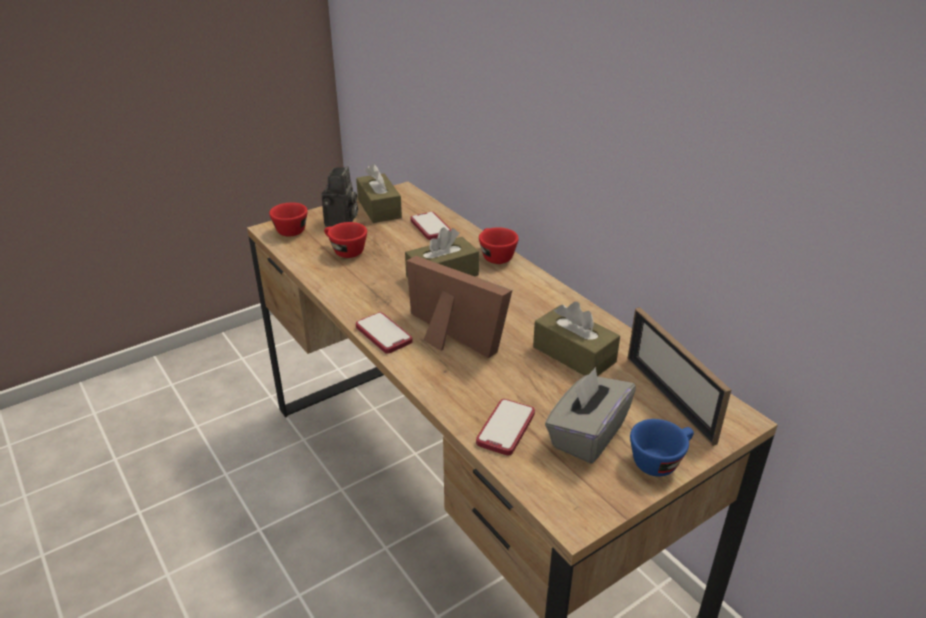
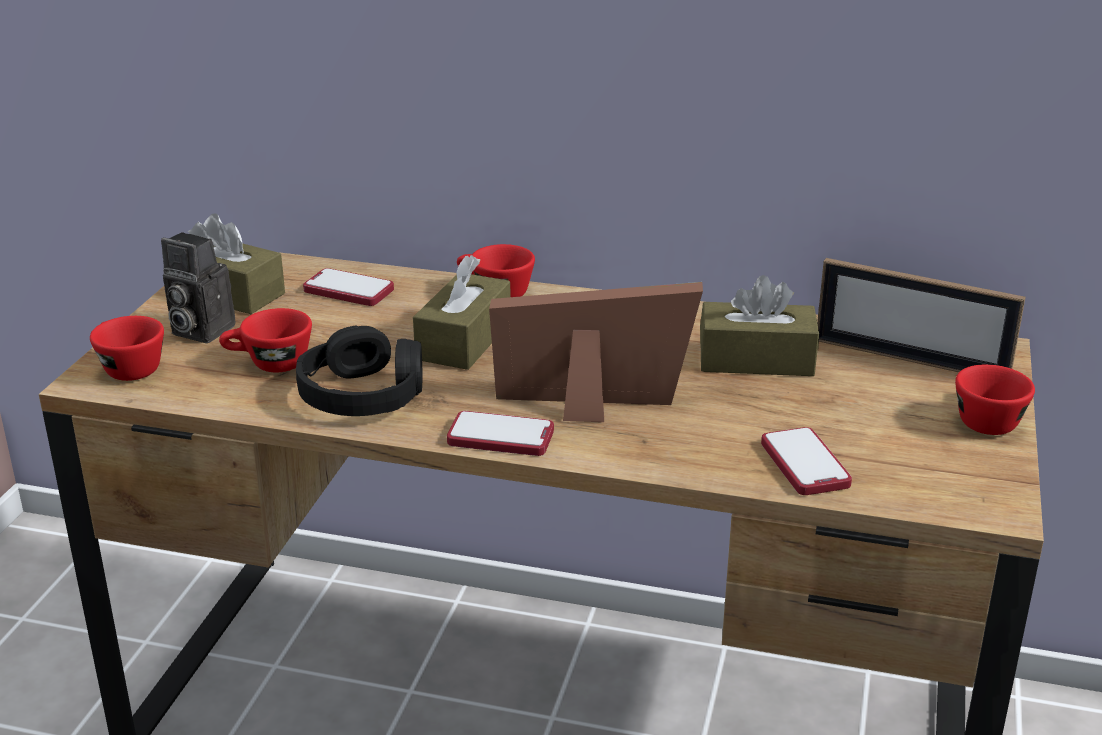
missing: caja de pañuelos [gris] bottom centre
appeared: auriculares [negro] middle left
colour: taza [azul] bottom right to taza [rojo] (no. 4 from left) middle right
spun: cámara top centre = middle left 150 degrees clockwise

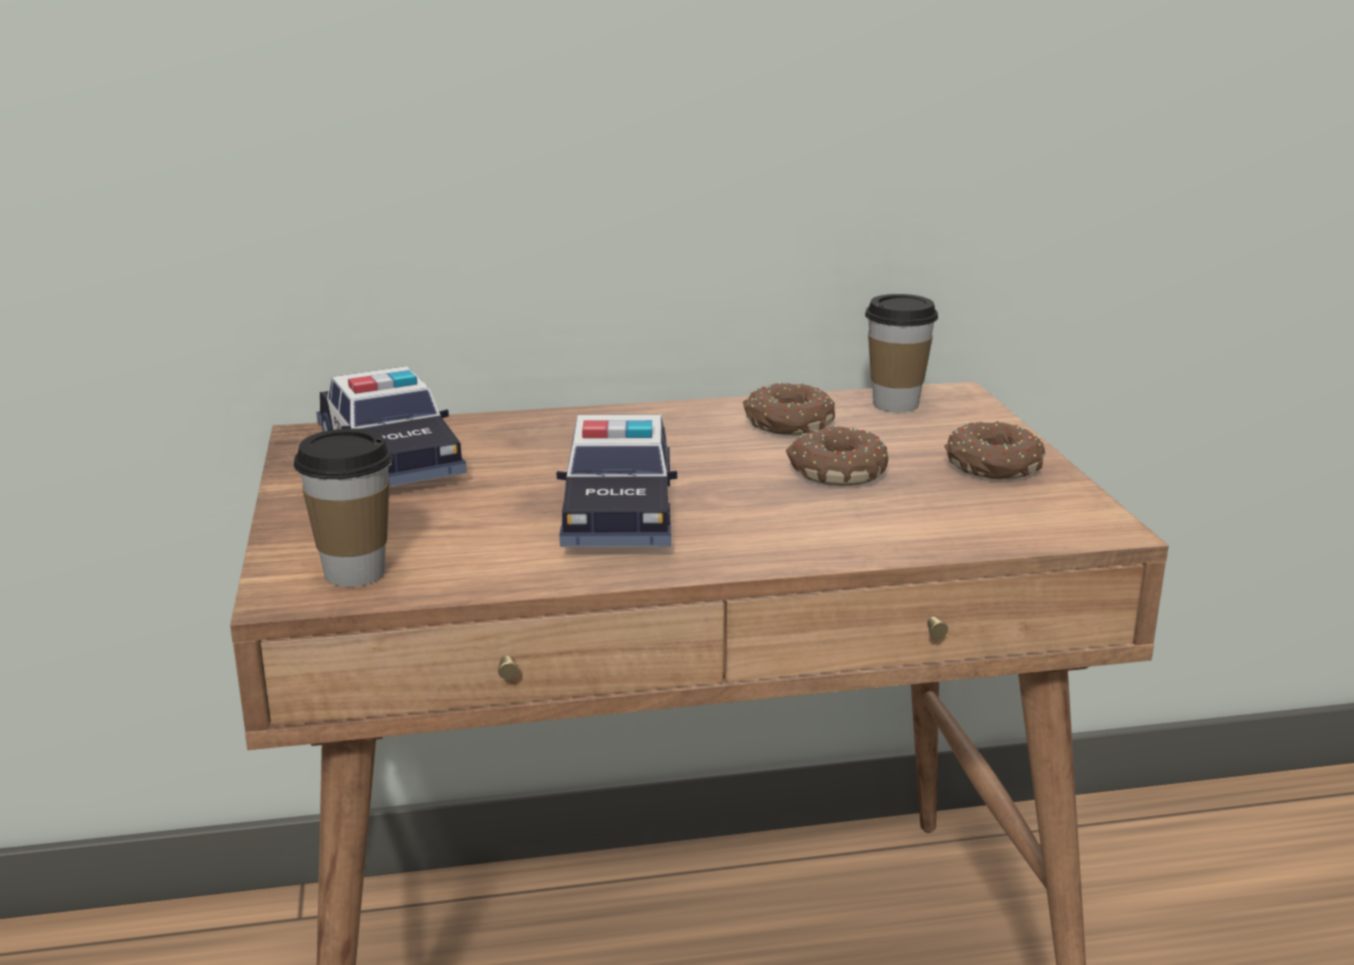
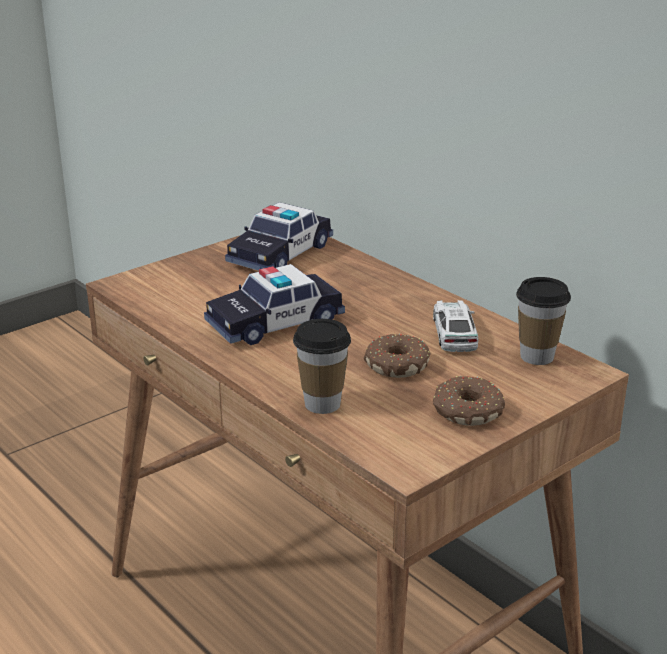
relocated: taza (no. 1 from left) middle left to centre
exchanged: rosquilla (no. 1 from left) centre to coche de juguete (no. 3 from left) middle right

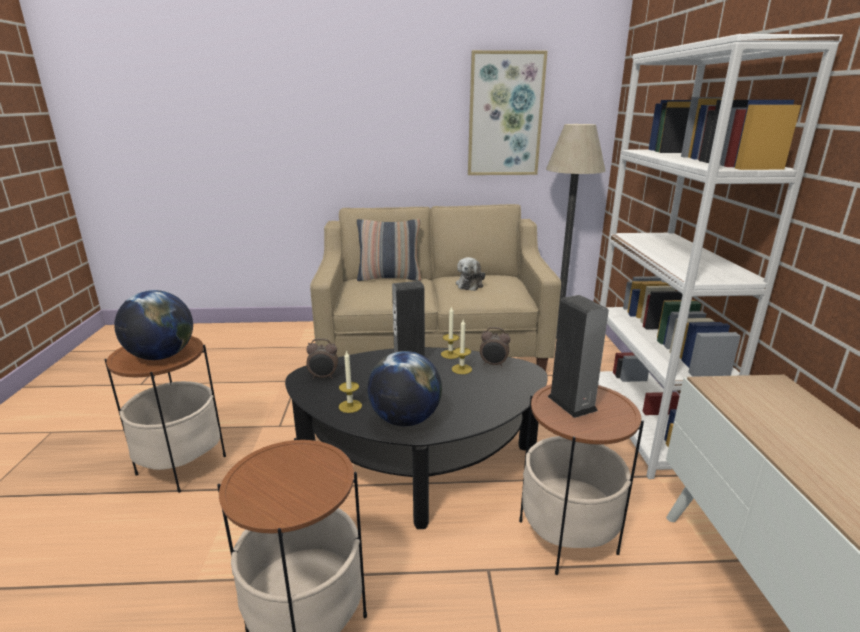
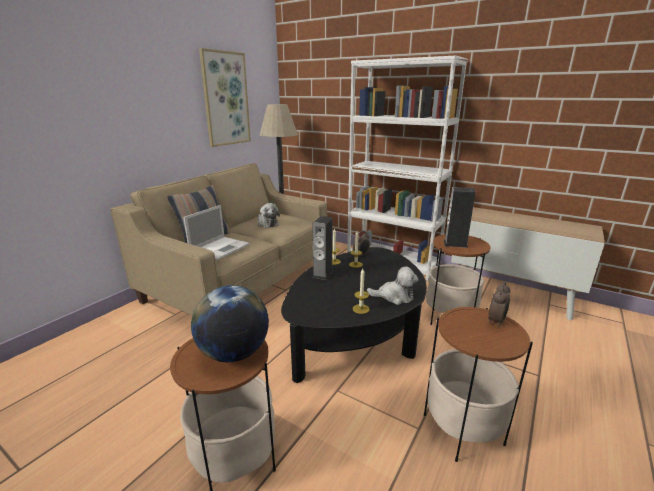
appeared: portátil middle left
relocated: despertador (no. 1 from left in the first image) centre to despertador (no. 2 from left) middle right
exchanged: globo terráqueo (no. 2 from left) centre to peluche (no. 2 from left) centre

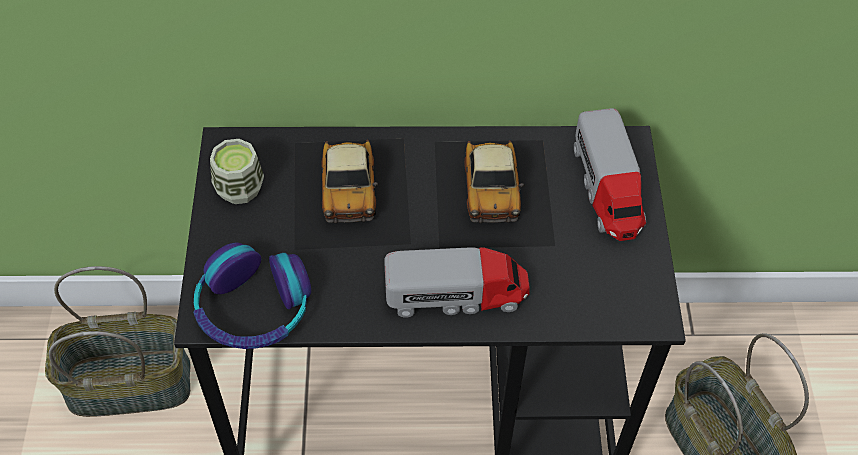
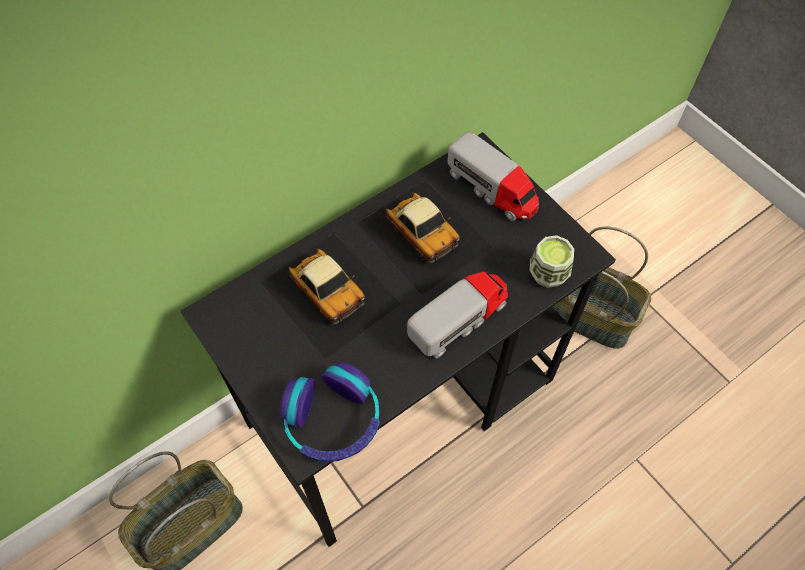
relocated: taza middle left to middle right

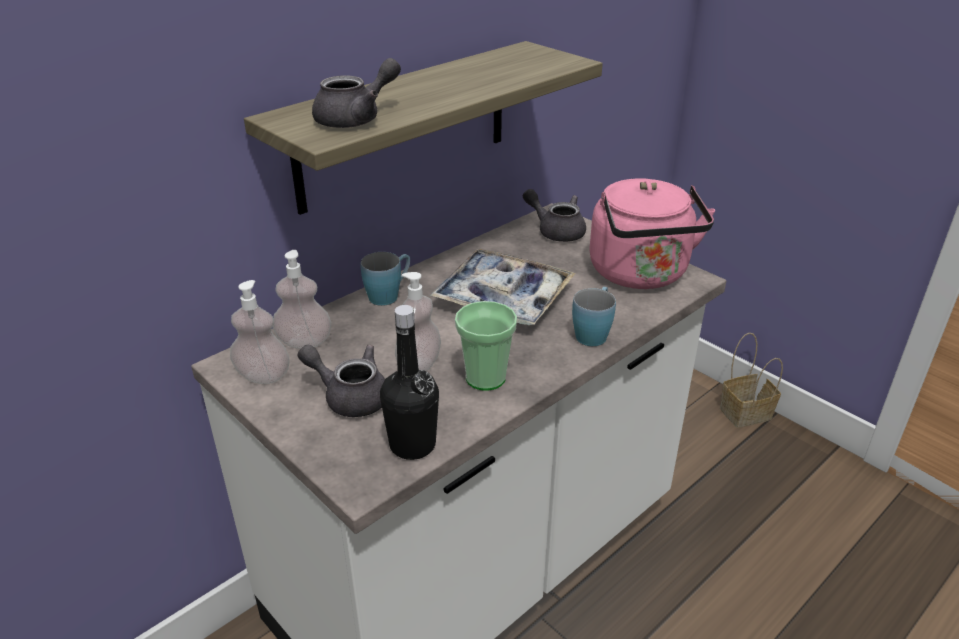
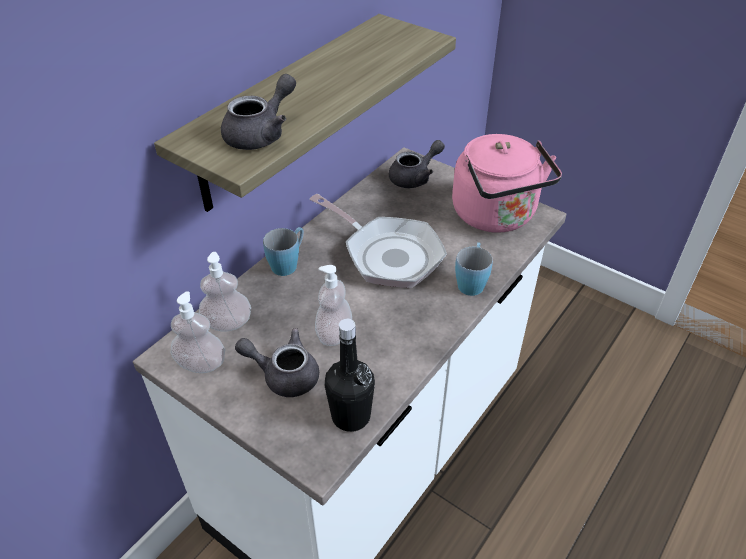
missing: taza centre; cesta middle right
exchanged: bandeja centre to sartén centre
spun: tetera [gris] (no. 3 from left) centre = top centre 120 degrees clockwise

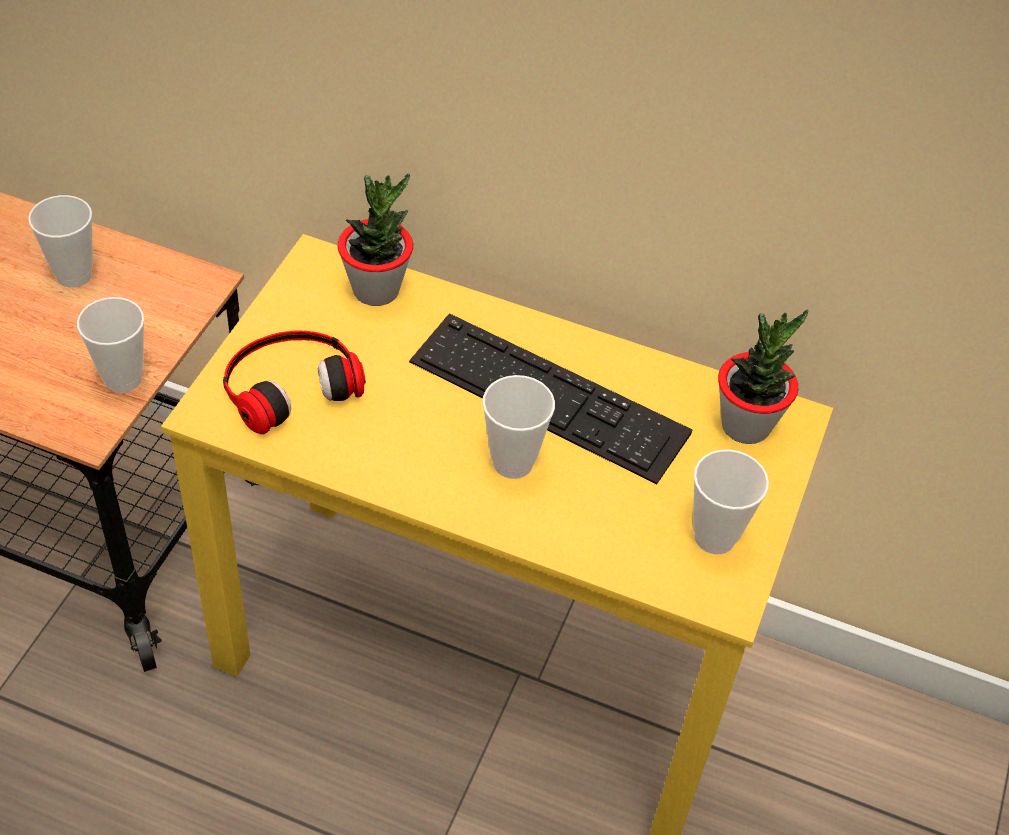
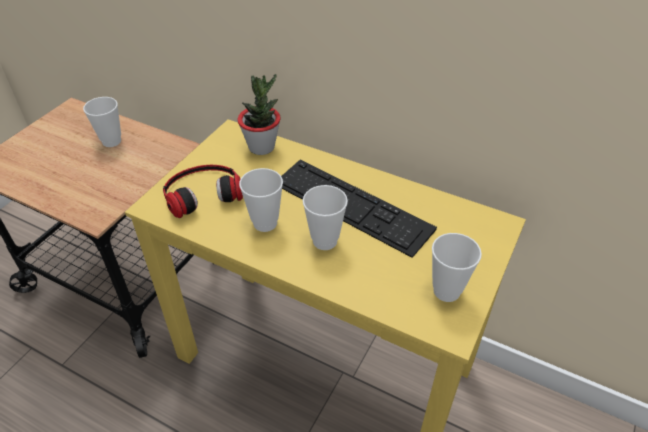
missing: planta en maceta (no. 2 from left) middle right
relocated: taza (no. 2 from left) middle left to centre

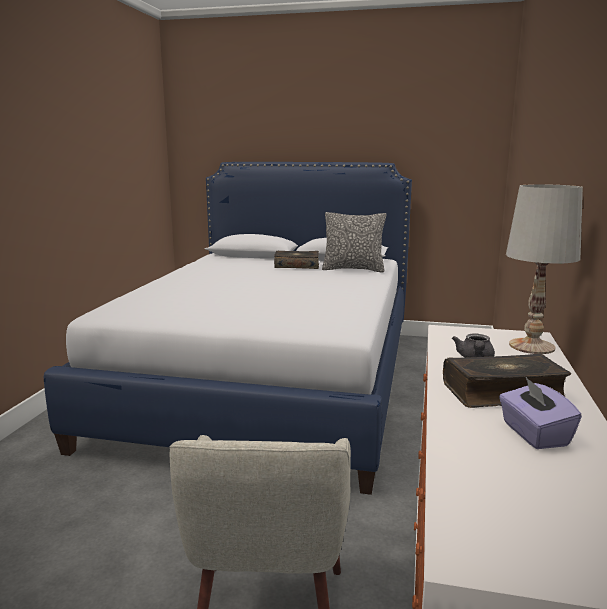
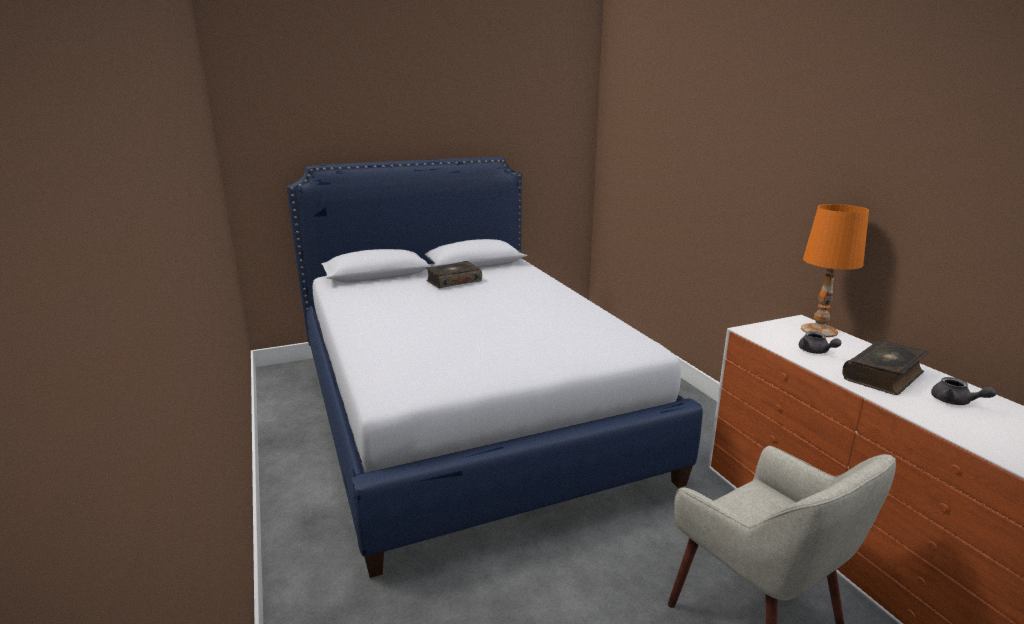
missing: cojín centre
exchanged: caja de pañuelos [morado] bottom right to tetera [gris] (no. 2 from left) middle right
colour: lámpara de mesa [blanco] middle right to lámpara de mesa [naranja] middle right

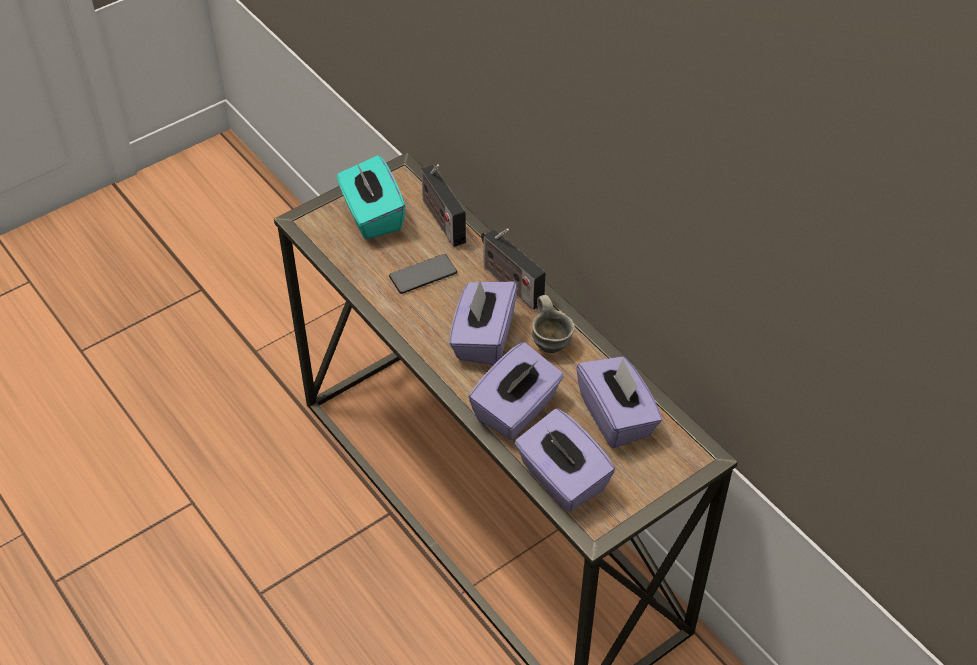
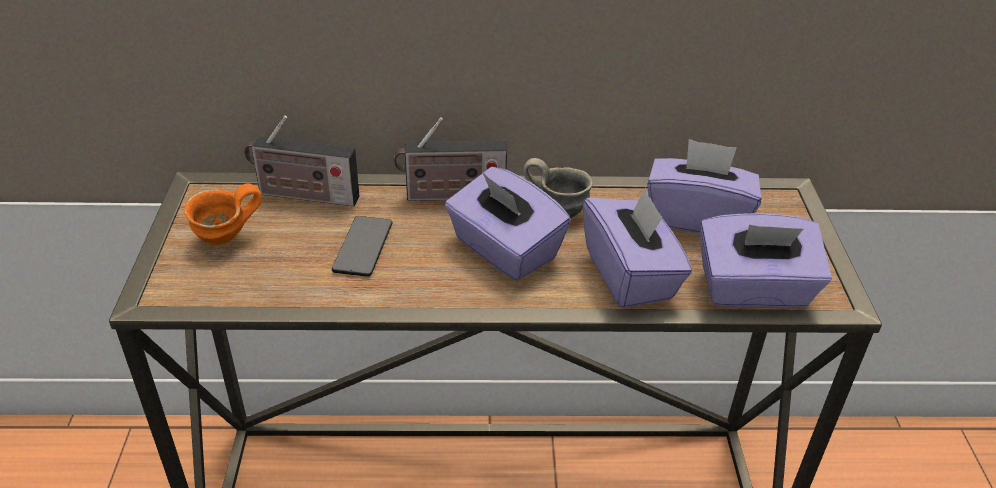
exchanged: caja de pañuelos [turquesa] top centre to taza grande [naranja] middle left

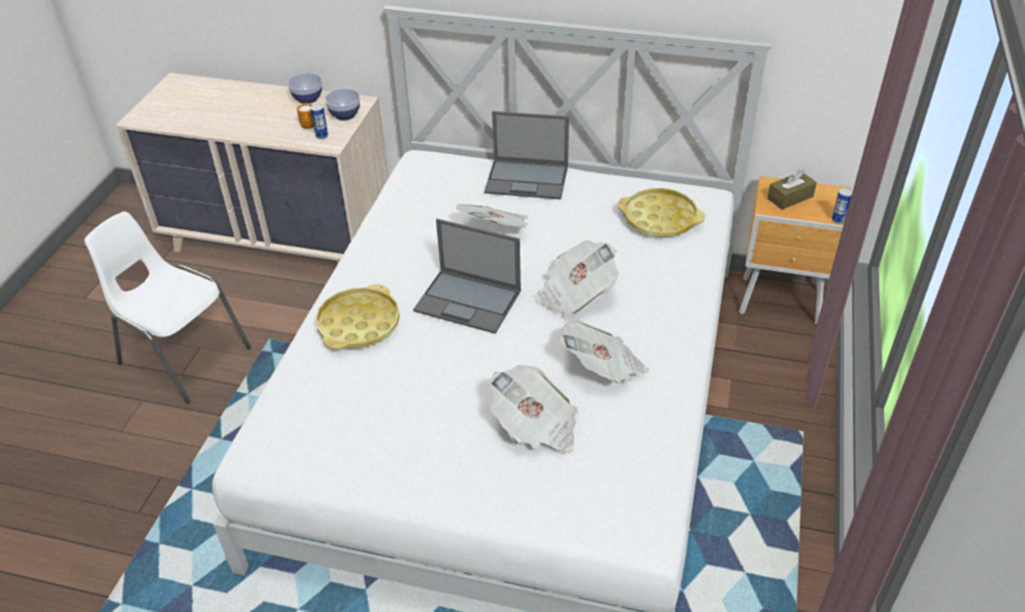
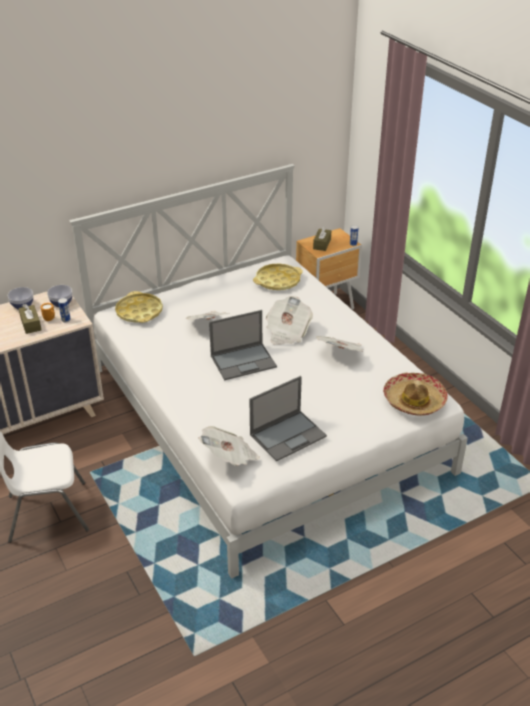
appeared: caja de pañuelos [marrón] (no. 1 from left) middle left; sombrero middle right
relocated: bandeja [amarillo] (no. 1 from left) centre to middle left; periódico (no. 2 from left) bottom centre to centre; portátil (no. 2 from left) top centre to centre

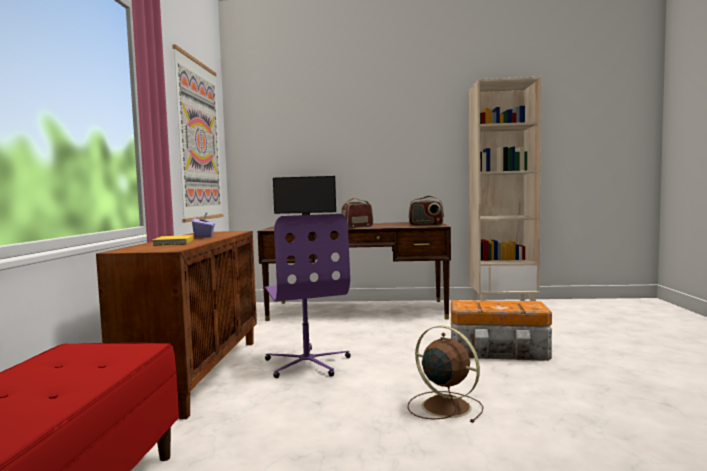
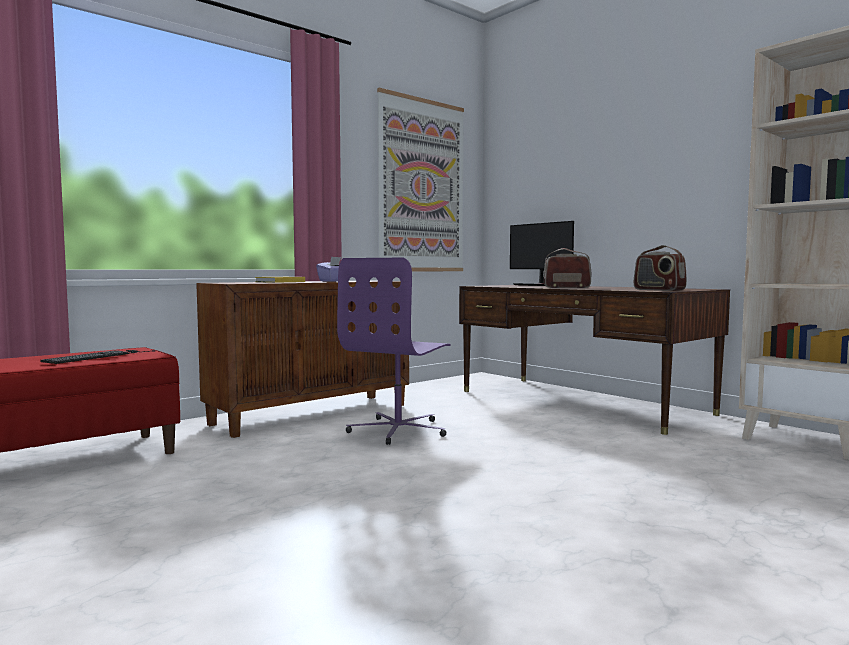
missing: ventilador [marrón] bottom centre; caja de almacenaje bottom right
appeared: teclado middle left

